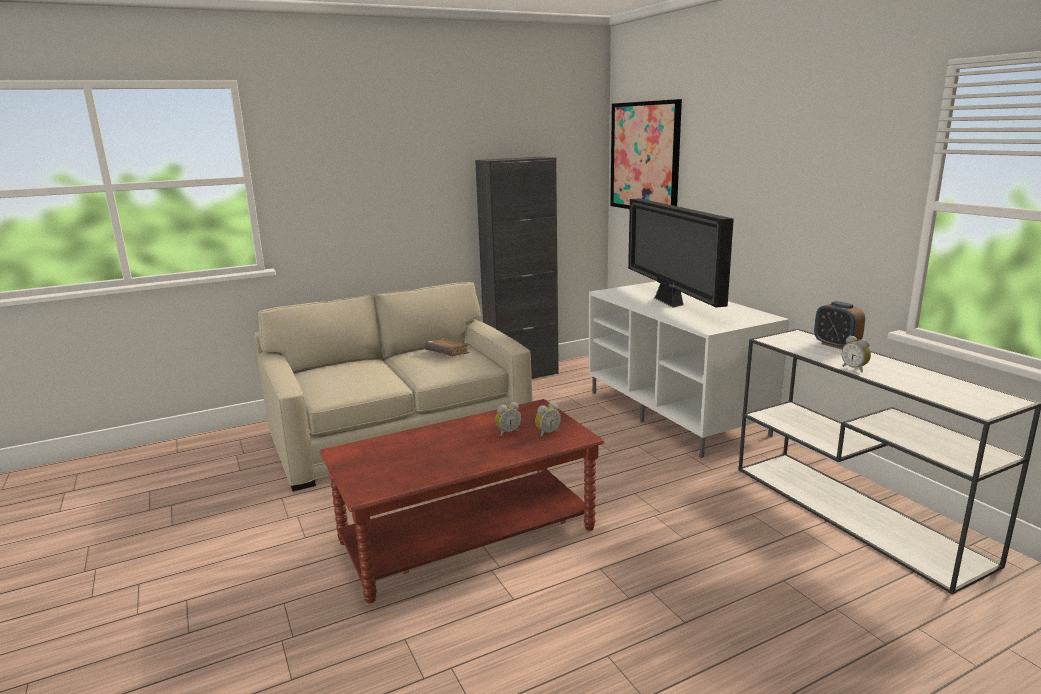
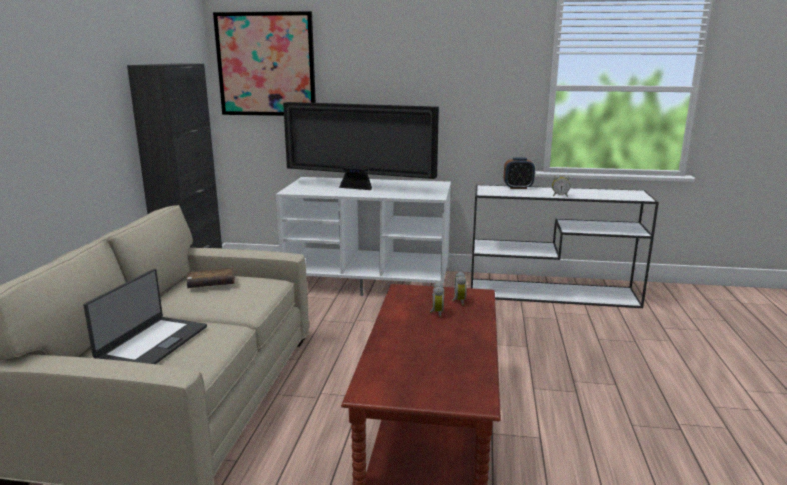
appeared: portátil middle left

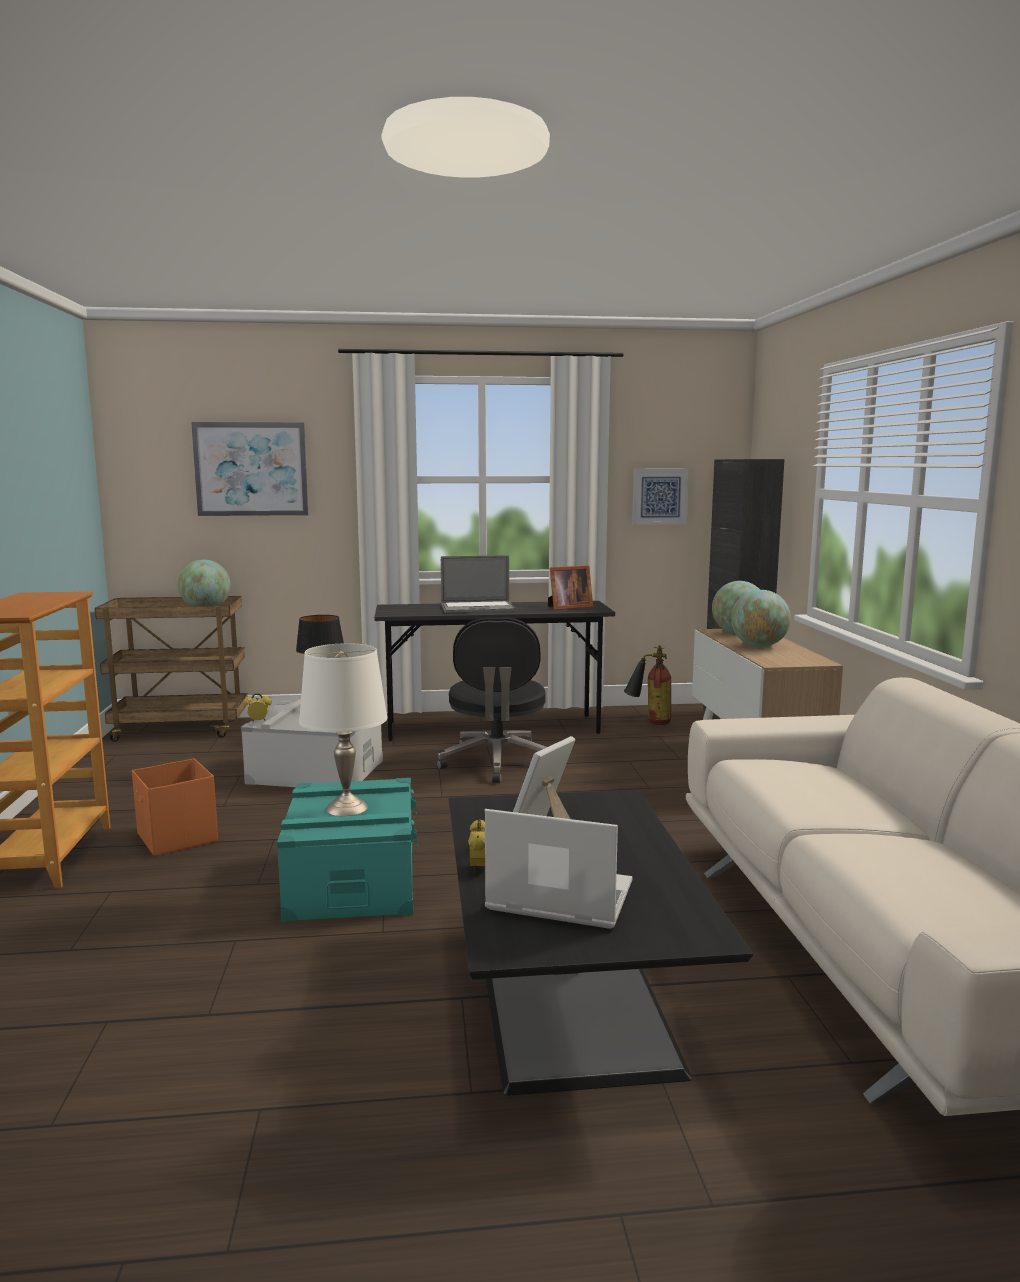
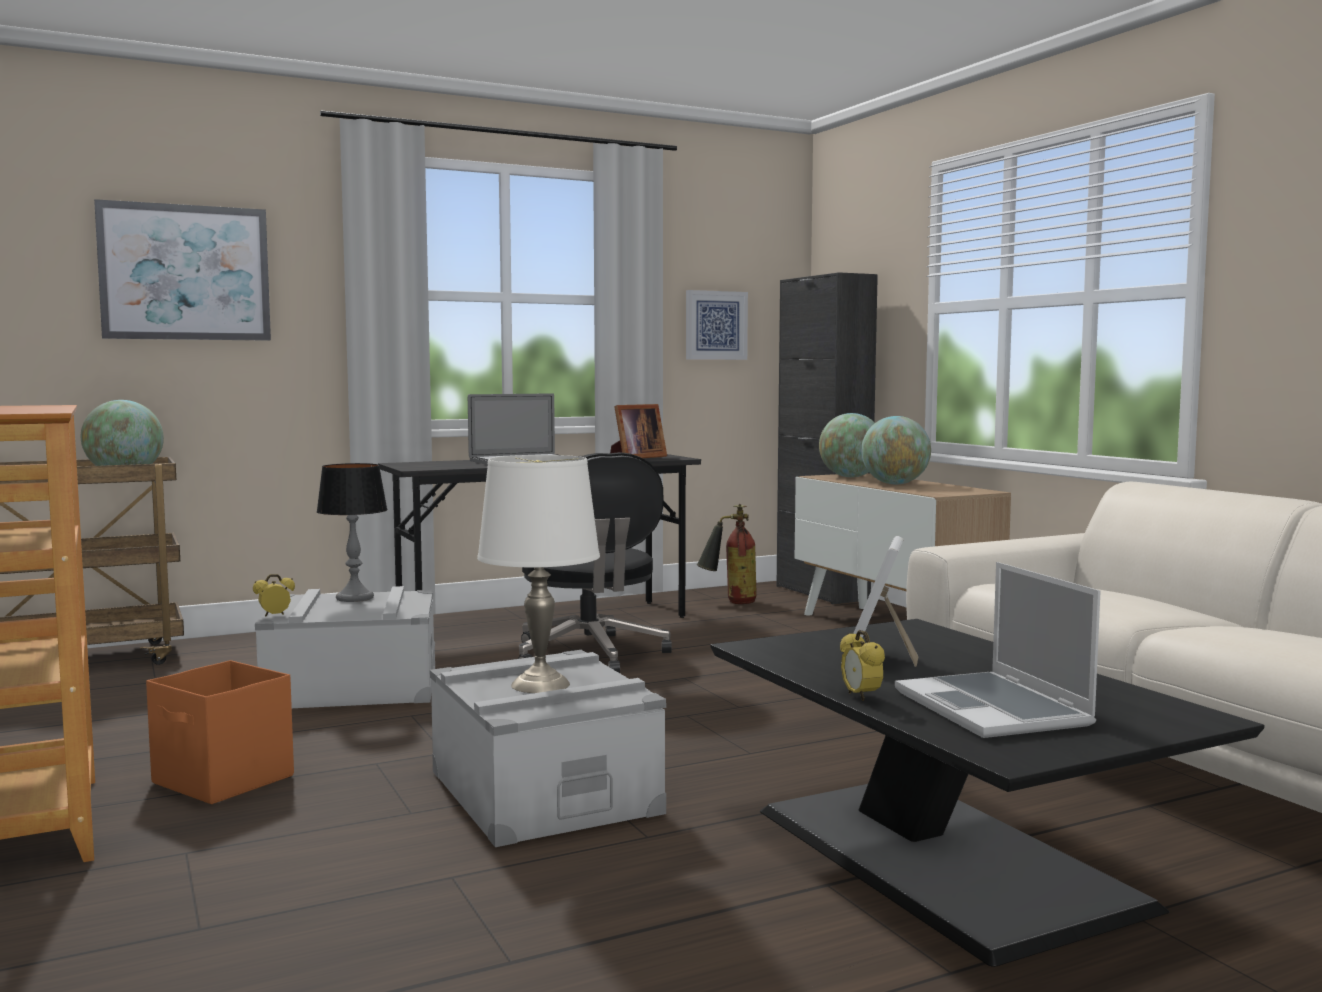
colour: caja de almacenaje [turquesa] centre to caja de almacenaje [gris] (no. 2 from left) bottom centre
spun: portátil (no. 2 from left) bottom centre = middle right 105 degrees counterclockwise

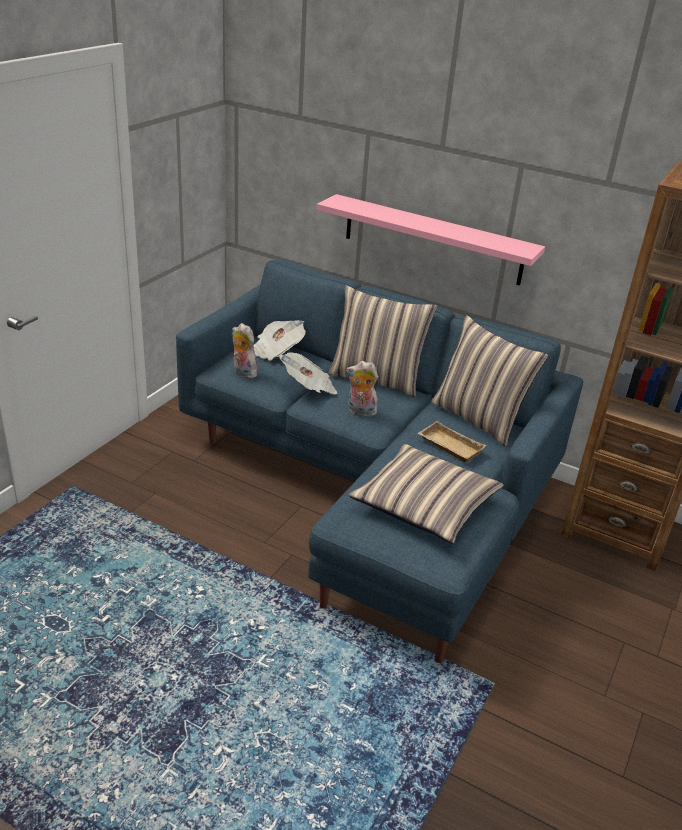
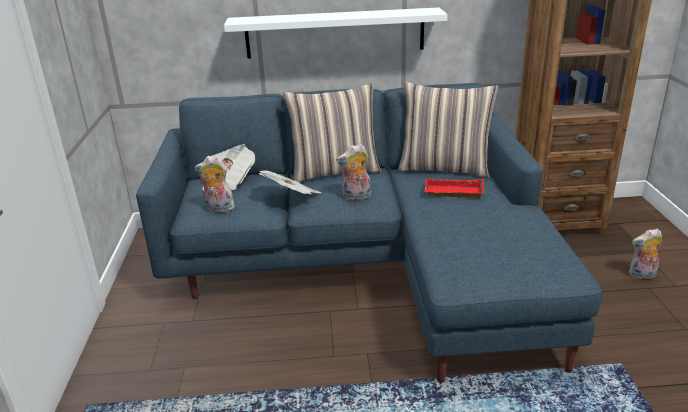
missing: cojín (no. 2 from left) centre
appeared: peluche (no. 3 from left) middle right
colour: estante [rosa] top centre to estante [blanco] top centre; bandeja [beis] centre to bandeja [rojo] centre

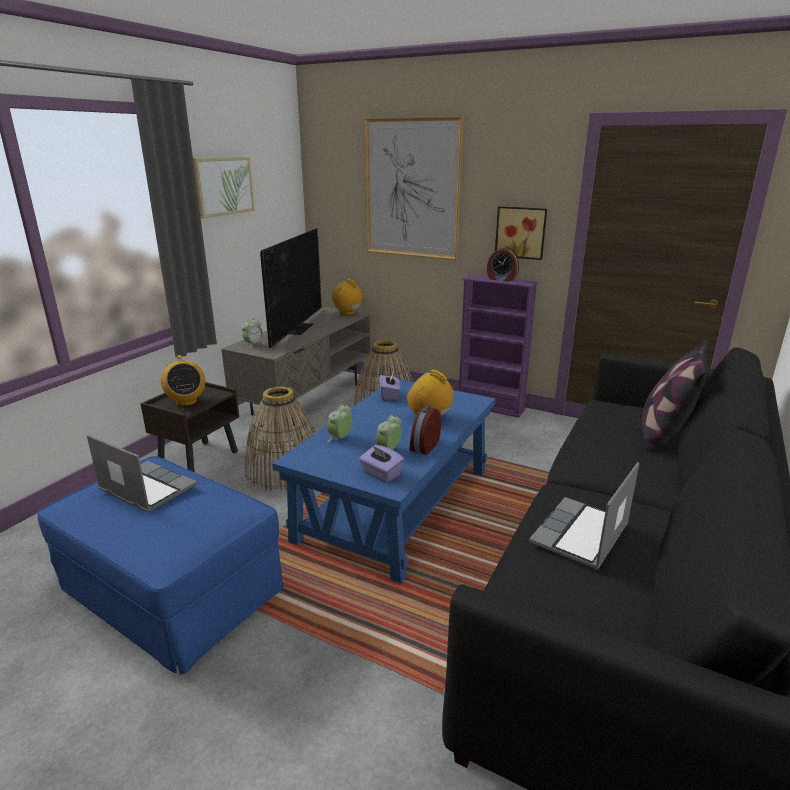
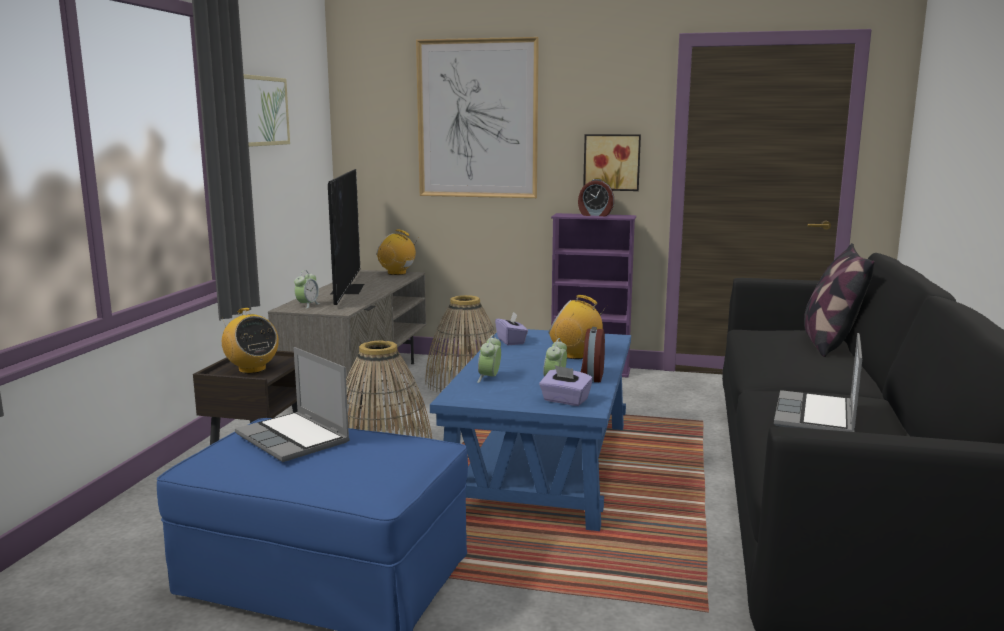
spun: portátil (no. 1 from left) middle left = middle left 150 degrees counterclockwise

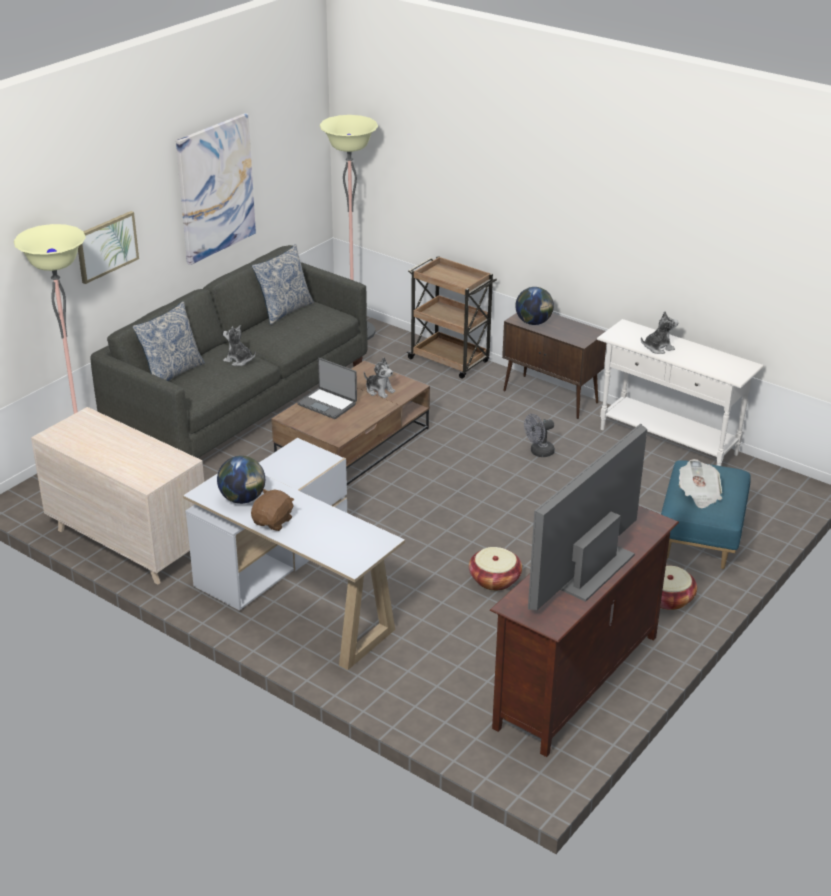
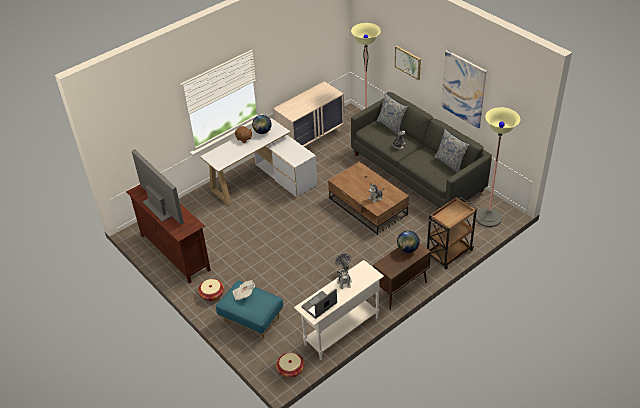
relocated: cesta (no. 1 from left in the first image) centre to cesta (no. 2 from left) bottom centre; portátil centre to bottom centre

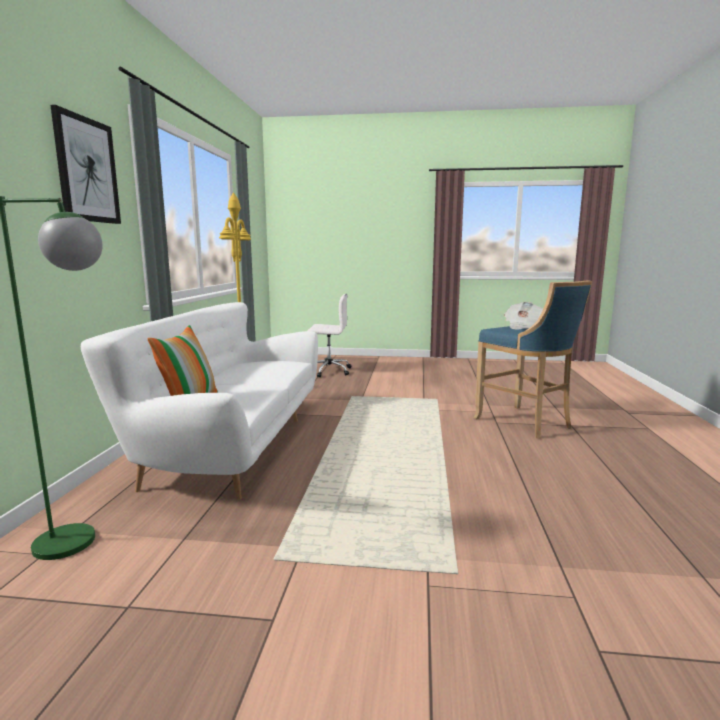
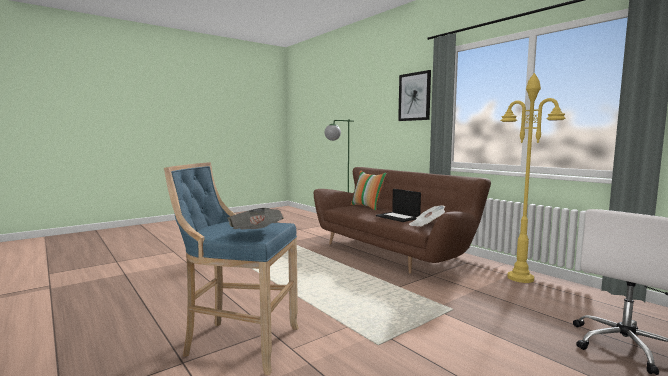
appeared: portátil centre; periódico (no. 2 from left) centre
colour: sofá [blanco] middle left to sofá [marrón] centre

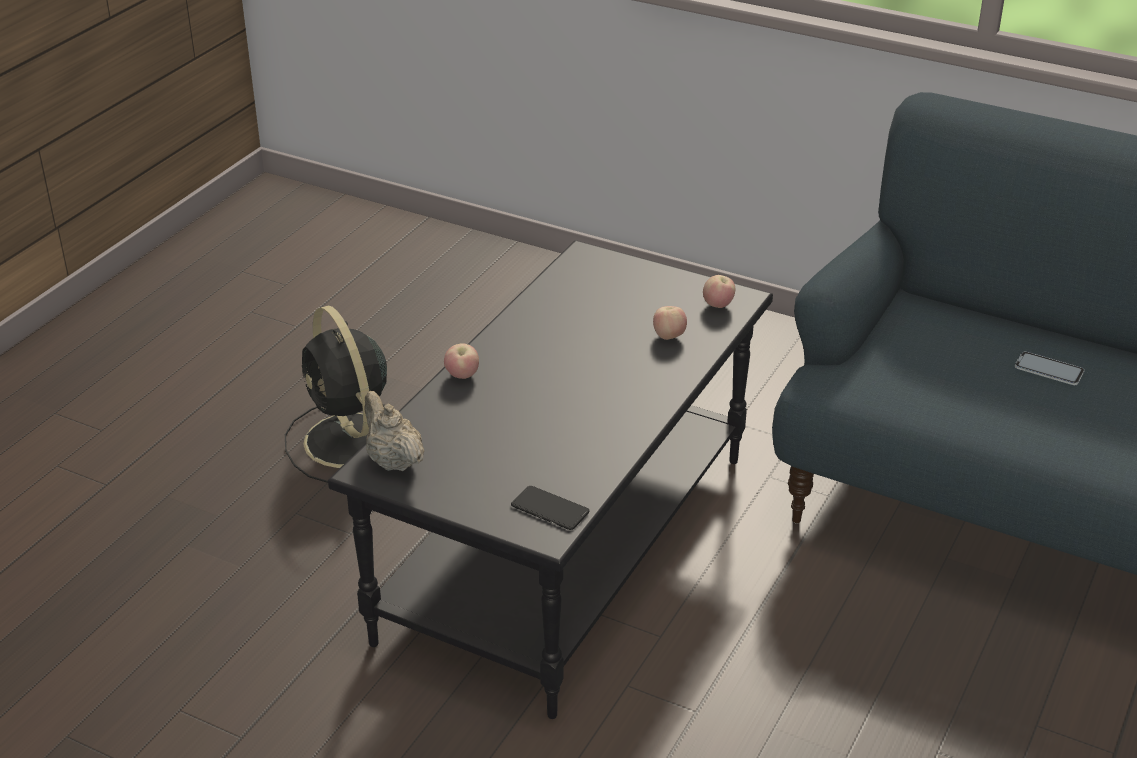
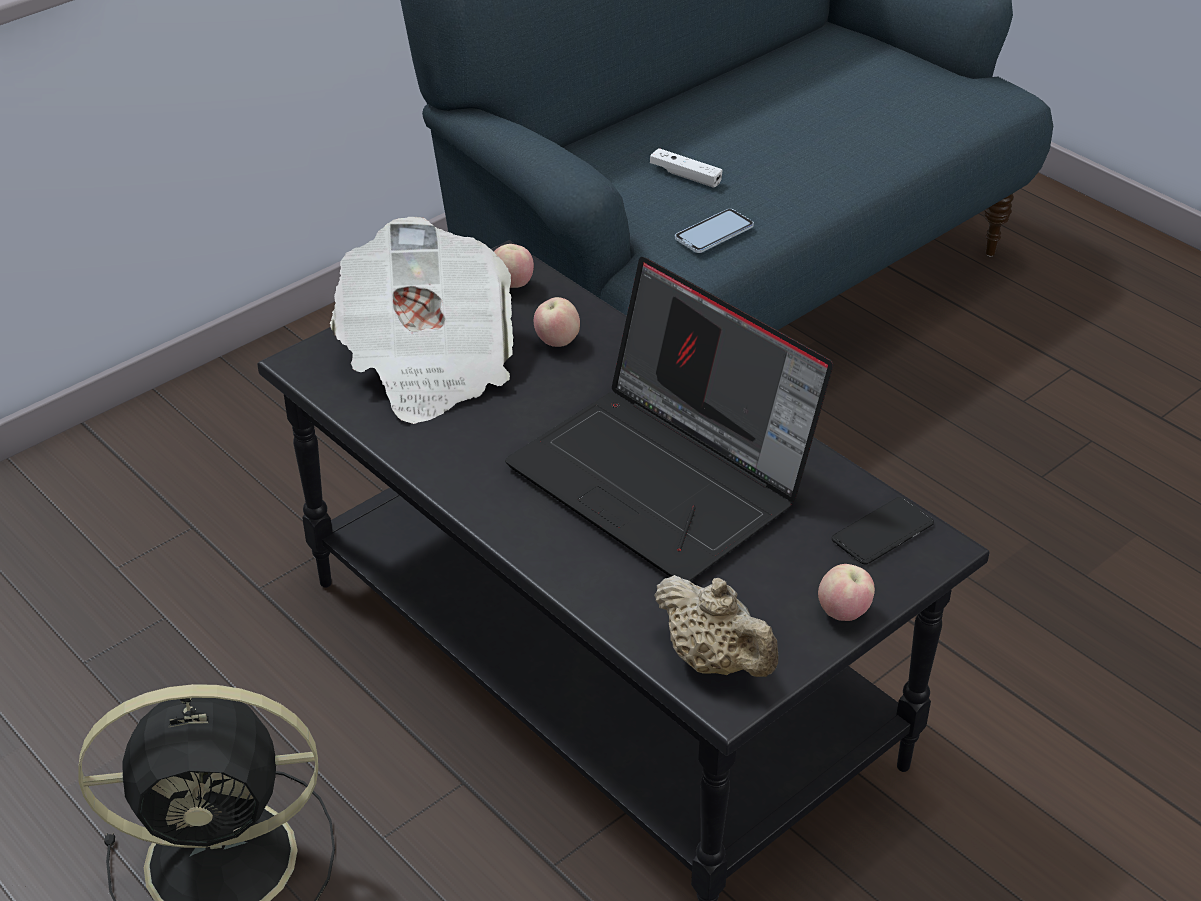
appeared: periódico centre; portátil centre; mando de consola [blanco] top centre
relocated: móvil (no. 2 from left in the first image) middle right to móvil (no. 1 from left) top centre; manzana (no. 1 from left in the first image) centre to manzana (no. 3 from left) middle right
spun: tetera [beis] centre = bottom centre 120 degrees counterclockwise

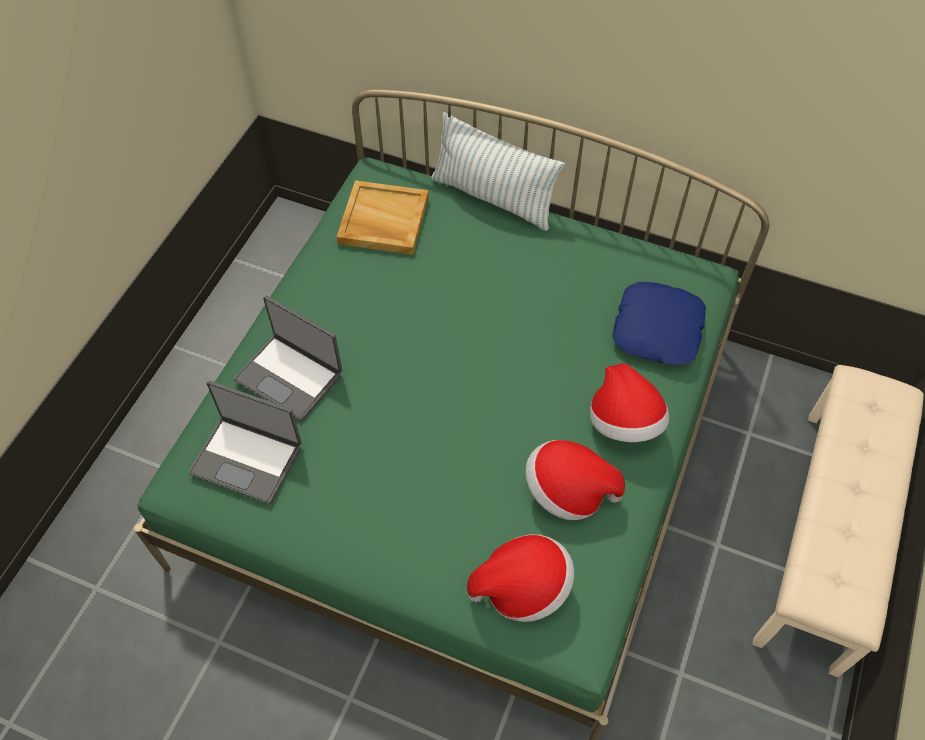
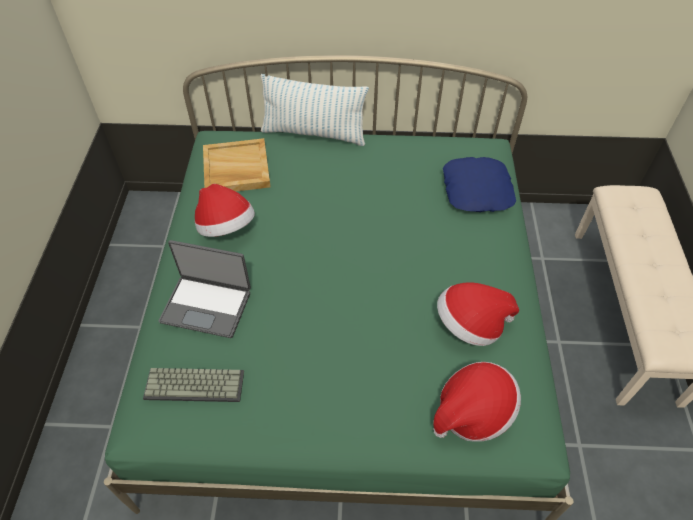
relocated: sombrero (no. 3 from left in the first image) middle right to sombrero (no. 1 from left) middle left
exchanged: portátil (no. 1 from left) middle left to teclado bottom left

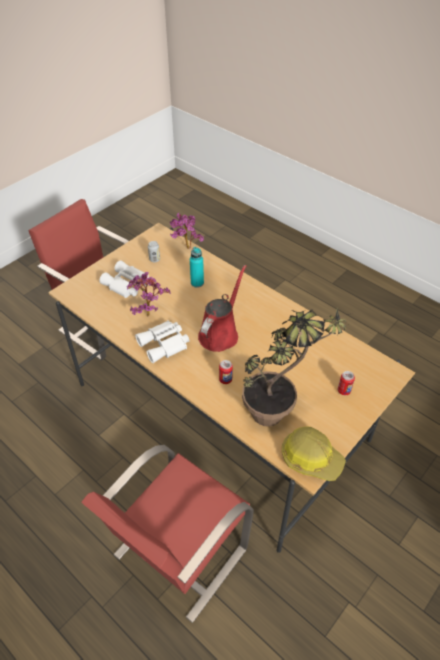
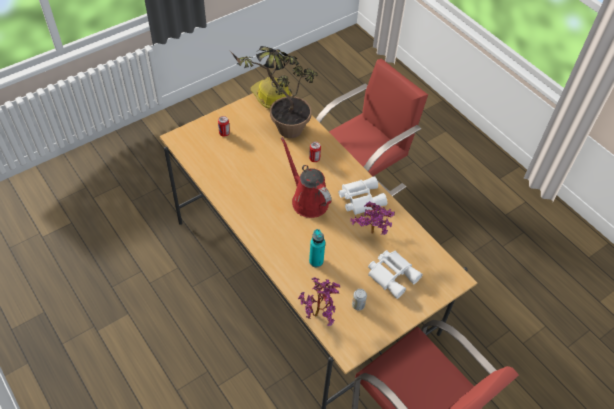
spun: regadera [rojo] centre = centre 105 degrees clockwise

